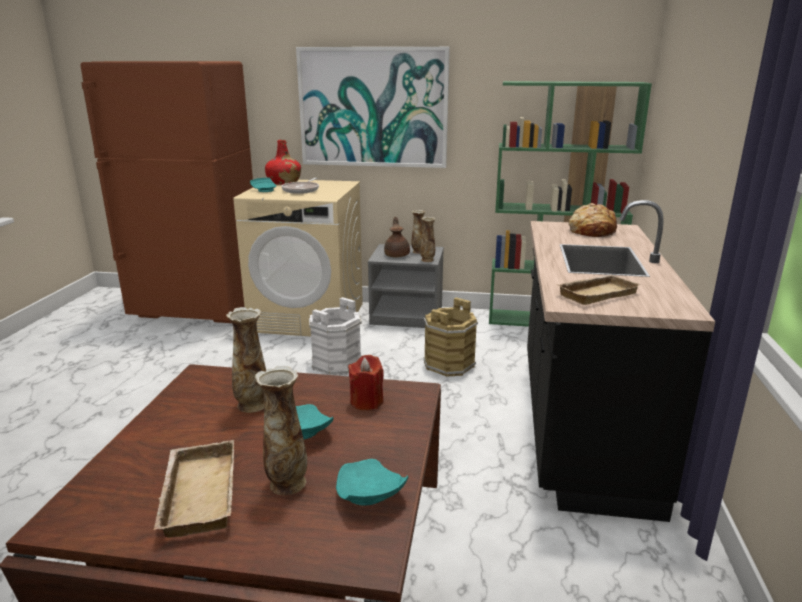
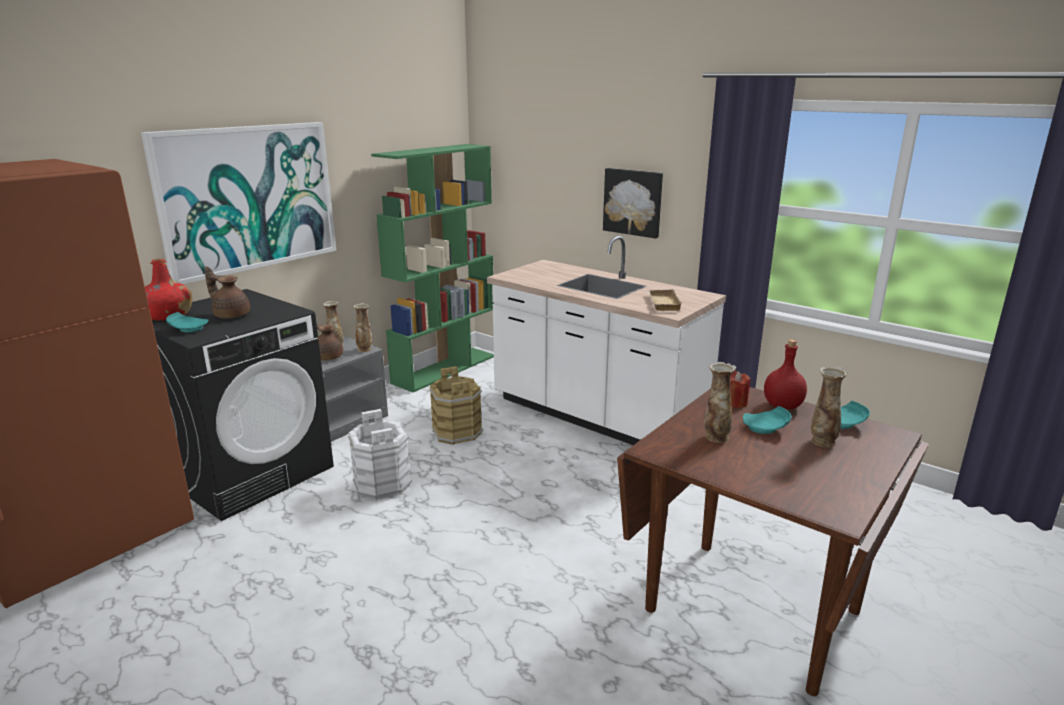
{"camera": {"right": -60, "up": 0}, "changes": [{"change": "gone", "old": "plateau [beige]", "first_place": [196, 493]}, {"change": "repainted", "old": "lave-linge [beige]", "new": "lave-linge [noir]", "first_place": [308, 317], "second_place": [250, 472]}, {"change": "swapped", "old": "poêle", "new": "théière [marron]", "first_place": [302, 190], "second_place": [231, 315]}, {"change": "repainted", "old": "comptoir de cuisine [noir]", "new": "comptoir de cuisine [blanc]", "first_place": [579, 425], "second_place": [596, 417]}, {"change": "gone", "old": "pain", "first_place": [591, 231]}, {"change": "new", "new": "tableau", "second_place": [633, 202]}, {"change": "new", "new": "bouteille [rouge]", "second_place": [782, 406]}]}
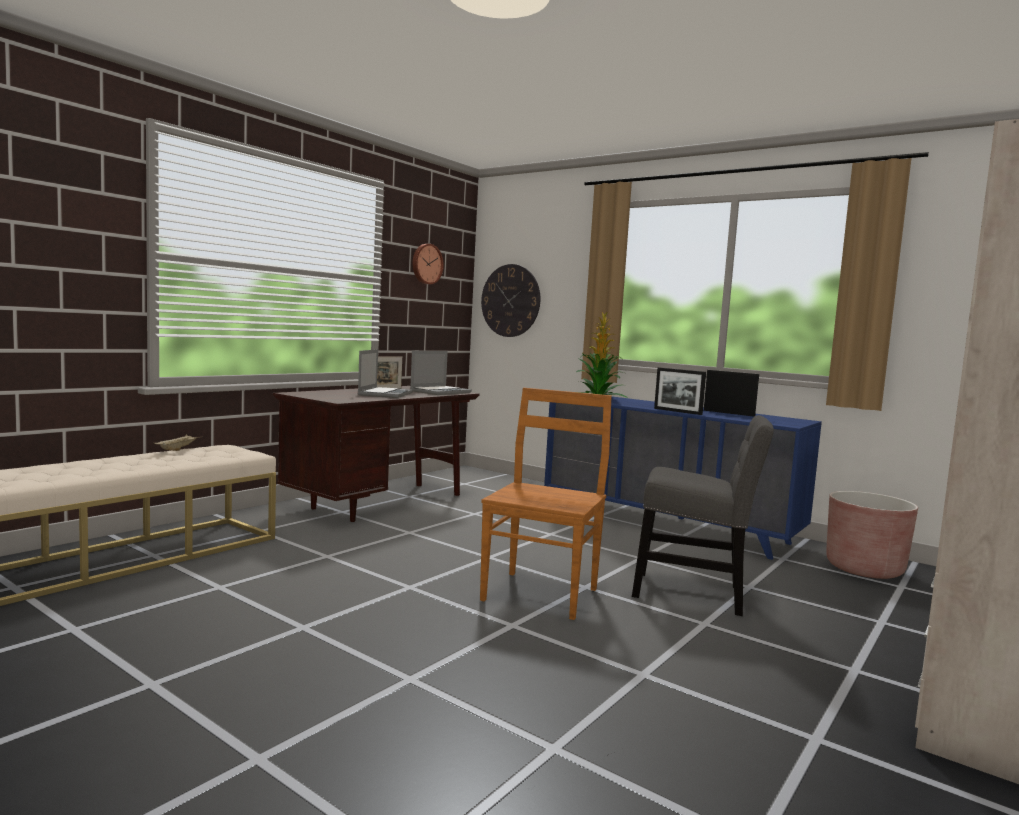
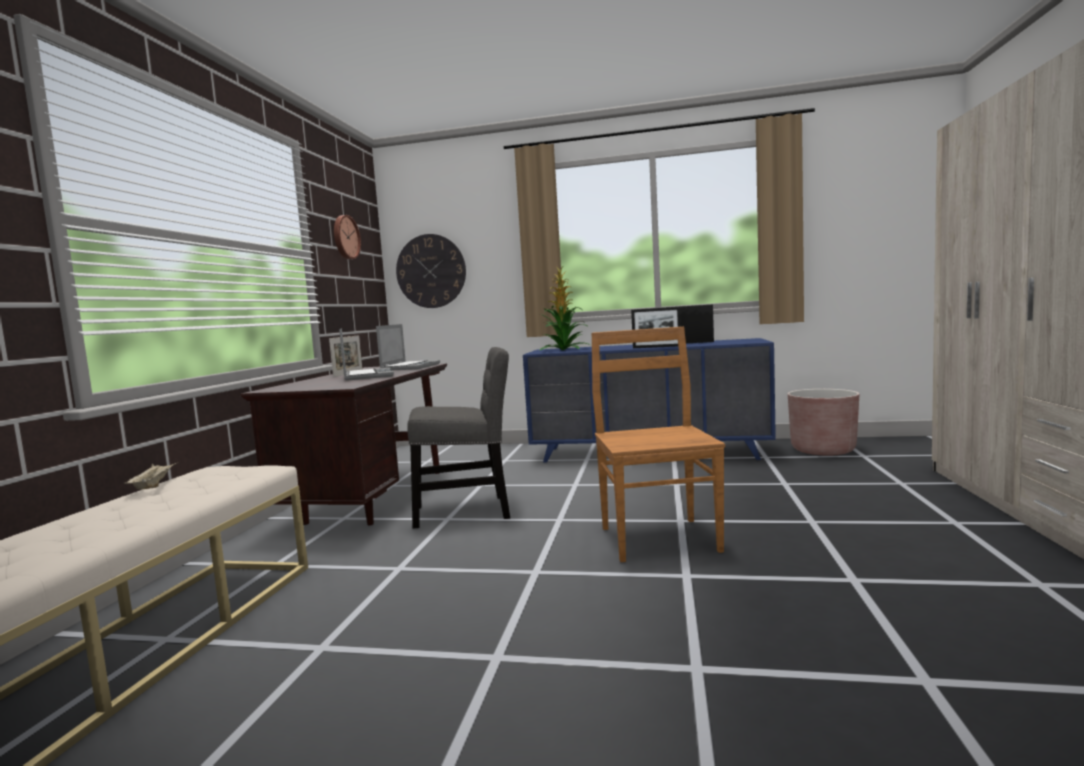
{"camera": {"right": -25, "up": 0}, "changes": [{"change": "shifted", "old": "chaise [gris]", "first_place": [695, 593], "second_place": [467, 511]}]}
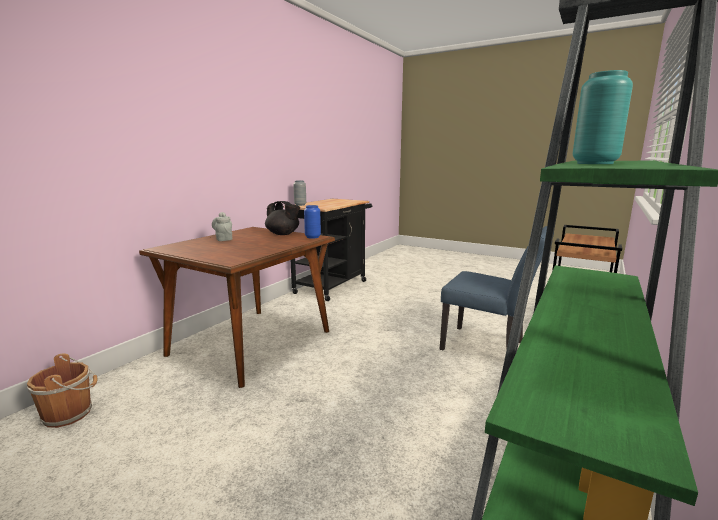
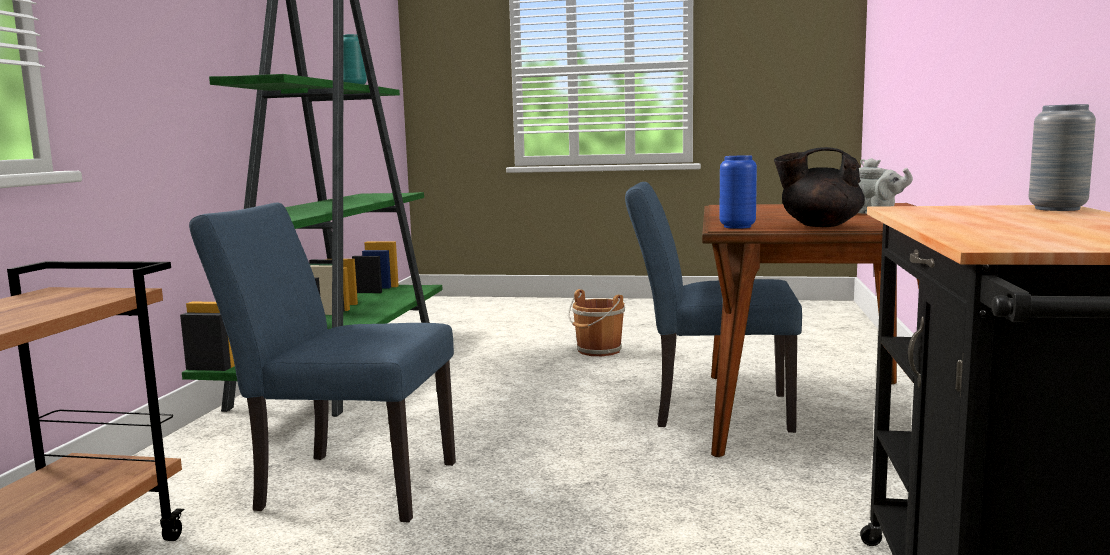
{"camera": {"right": 160, "up": -5}, "changes": [{"change": "shifted", "old": "seau [marron]", "first_place": [70, 413], "second_place": [598, 351]}, {"change": "new", "new": "chaise [bleu]", "second_place": [709, 410]}]}
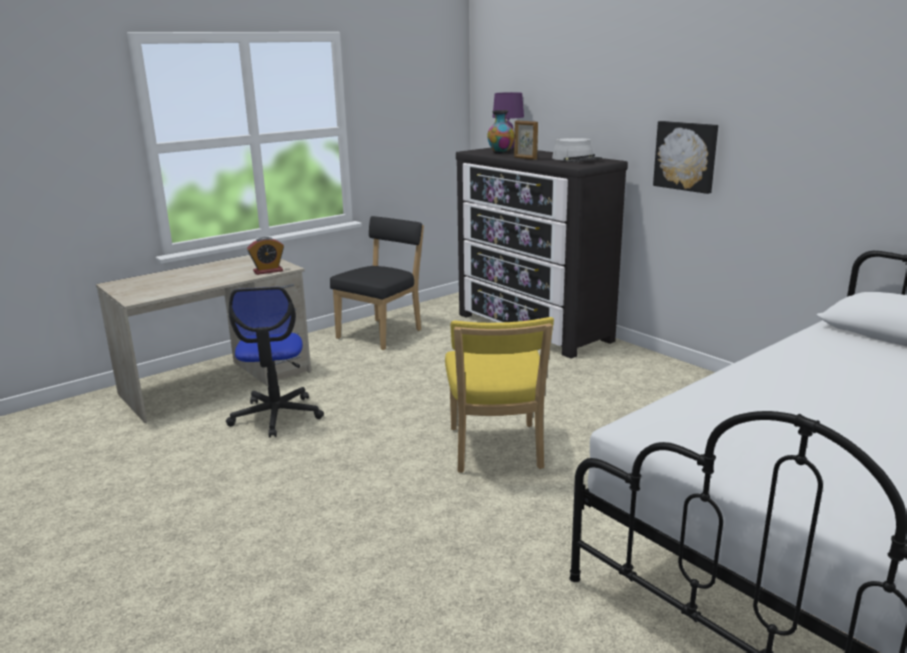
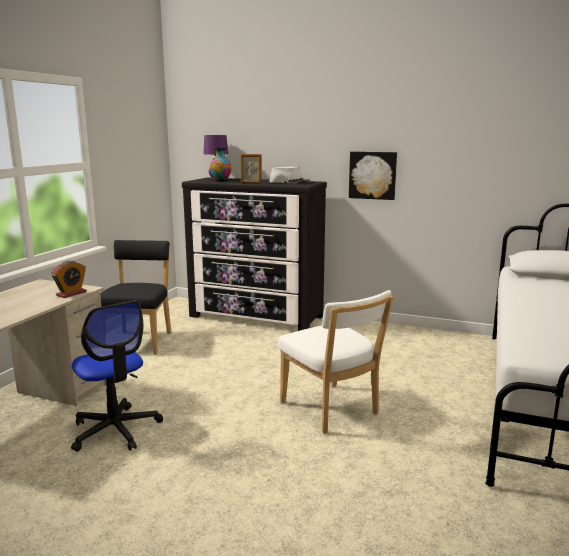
{"camera": {"right": -30, "up": -5}, "changes": [{"change": "repainted", "old": "chaise [jaune]", "new": "chaise [blanc]", "first_place": [496, 451], "second_place": [332, 410]}]}
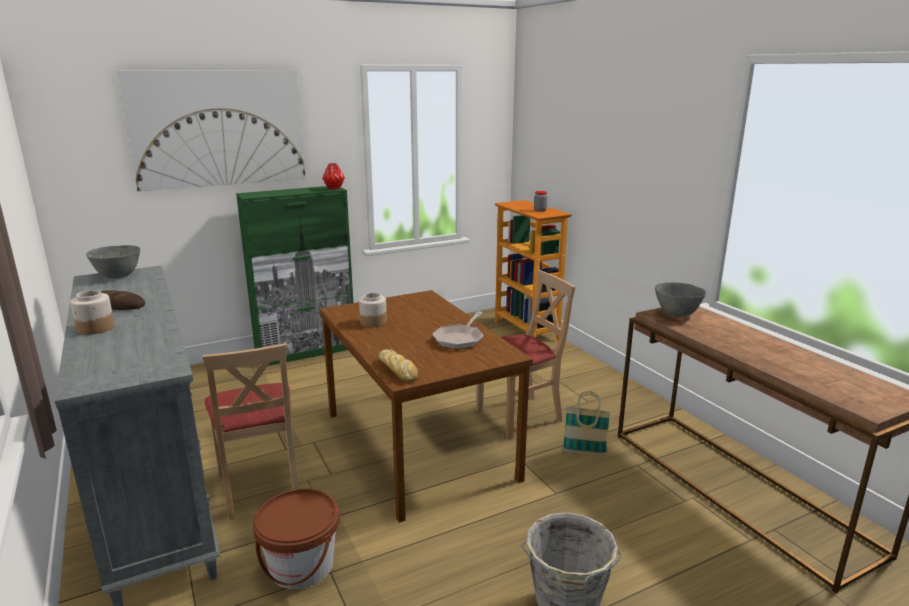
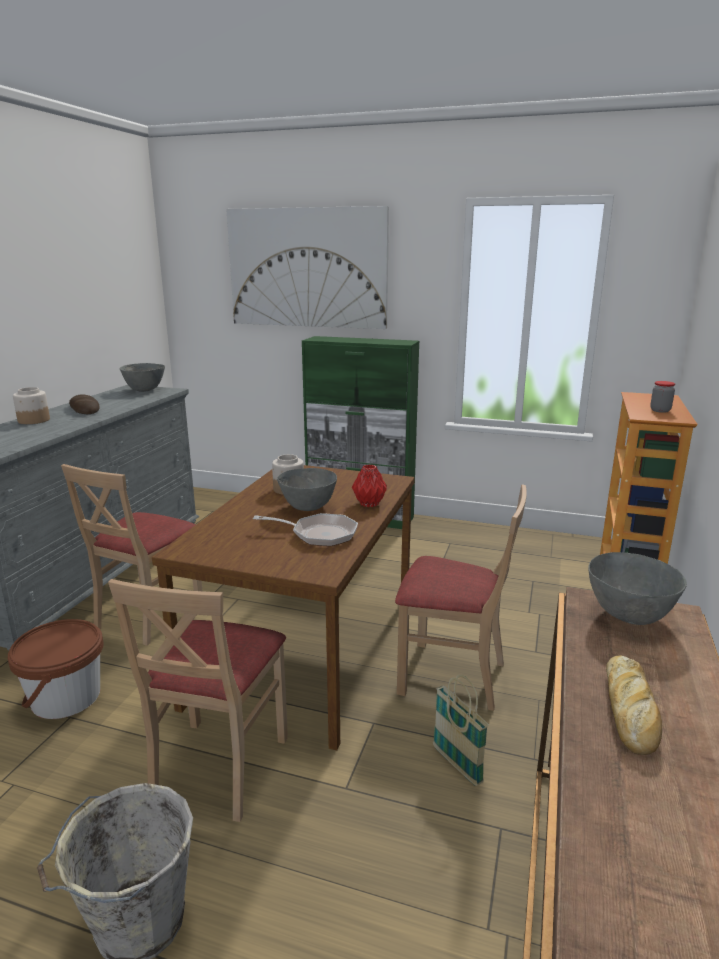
{"camera": {"right": 45, "up": 0}, "changes": [{"change": "shifted", "old": "vase [rouge]", "first_place": [334, 189], "second_place": [369, 504]}, {"change": "shifted", "old": "pain", "first_place": [398, 370], "second_place": [630, 711]}, {"change": "rotated", "old": "poêle", "first_place": [460, 339], "second_place": [319, 534], "degrees": -150}, {"change": "new", "new": "chaise [beige]", "second_place": [218, 766]}, {"change": "new", "new": "bol [gris]", "second_place": [308, 507]}]}
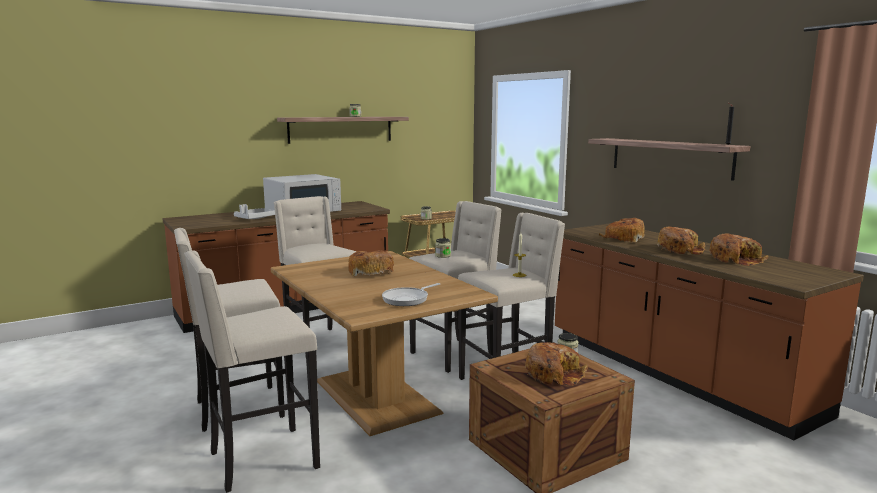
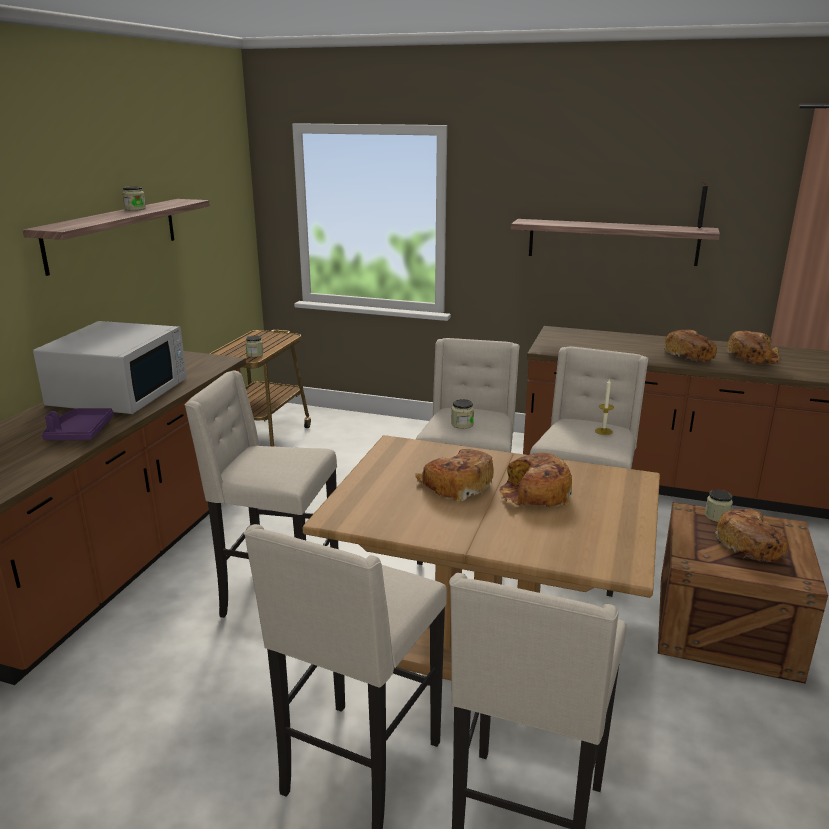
{"camera": {"right": -40, "up": 10}, "changes": [{"change": "repainted", "old": "plateau [gris]", "new": "plateau [violet]", "first_place": [255, 218], "second_place": [80, 433]}, {"change": "gone", "old": "poêle", "first_place": [407, 299]}, {"change": "shifted", "old": "pain", "first_place": [622, 238], "second_place": [534, 494]}]}
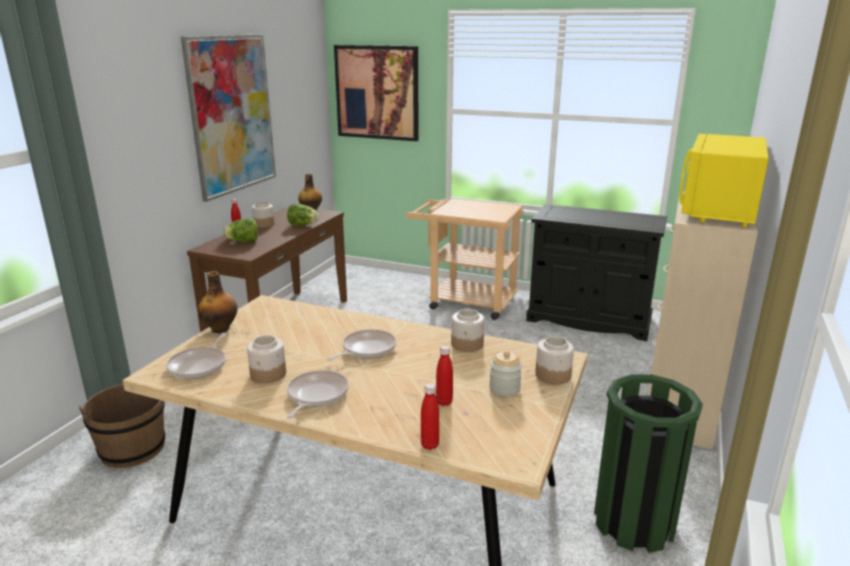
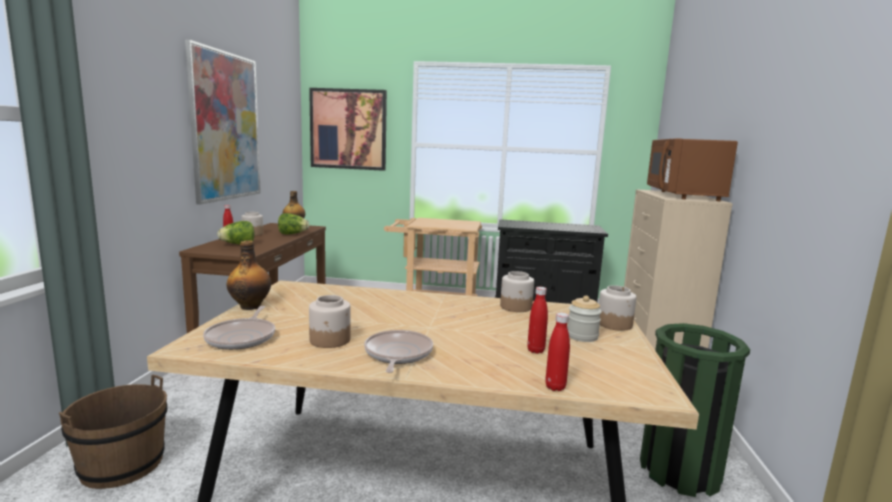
{"camera": {"right": -15, "up": -10}, "changes": [{"change": "gone", "old": "poêle", "first_place": [366, 349]}, {"change": "repainted", "old": "micro-ondes [jaune]", "new": "micro-ondes [marron]", "first_place": [718, 210], "second_place": [683, 195]}]}
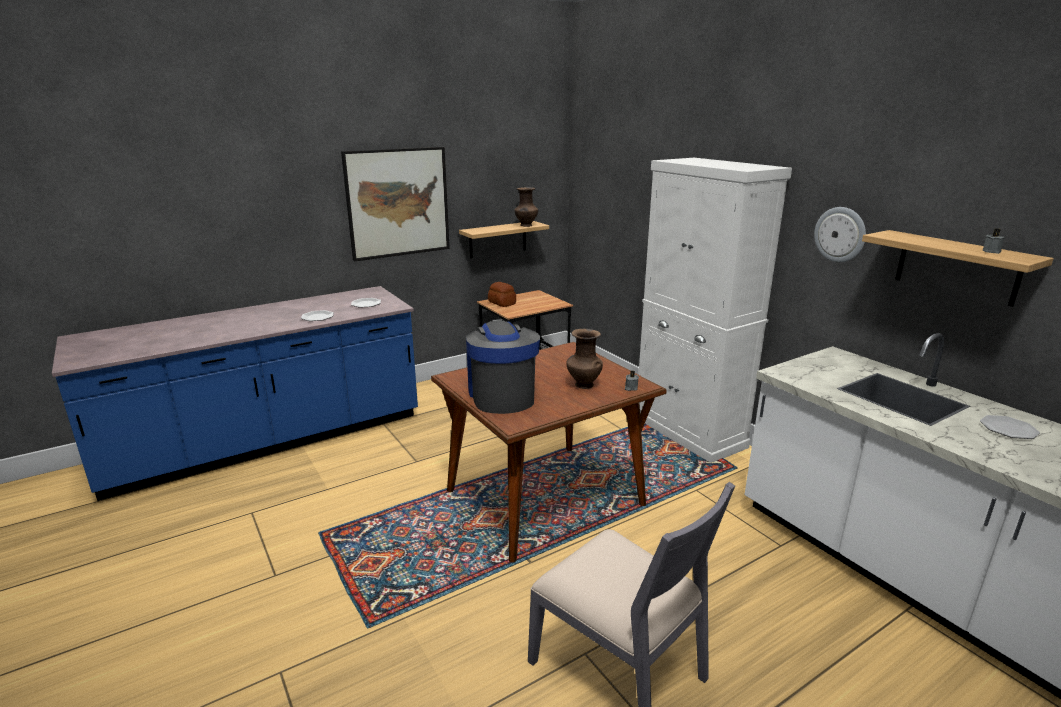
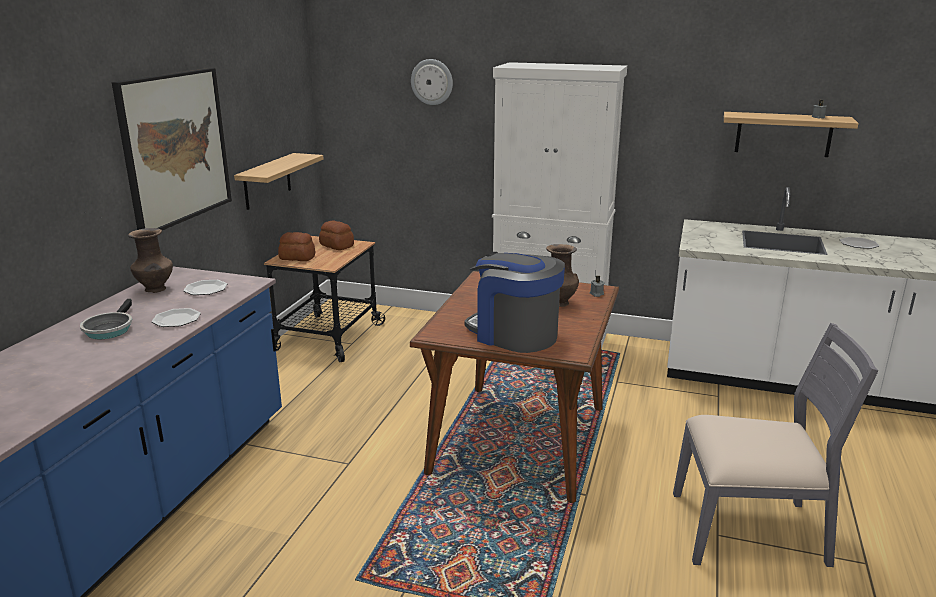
{"camera": {"right": -40, "up": 0}, "changes": [{"change": "shifted", "old": "vase [marron]", "first_place": [526, 225], "second_place": [156, 290]}, {"change": "shifted", "old": "horloge murale", "first_place": [840, 234], "second_place": [432, 82]}, {"change": "new", "new": "poêle", "second_place": [109, 329]}, {"change": "new", "new": "pain", "second_place": [337, 245]}]}
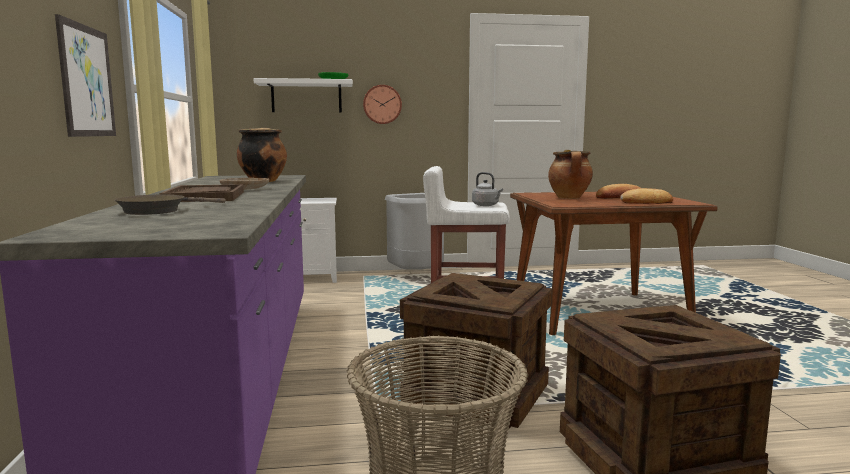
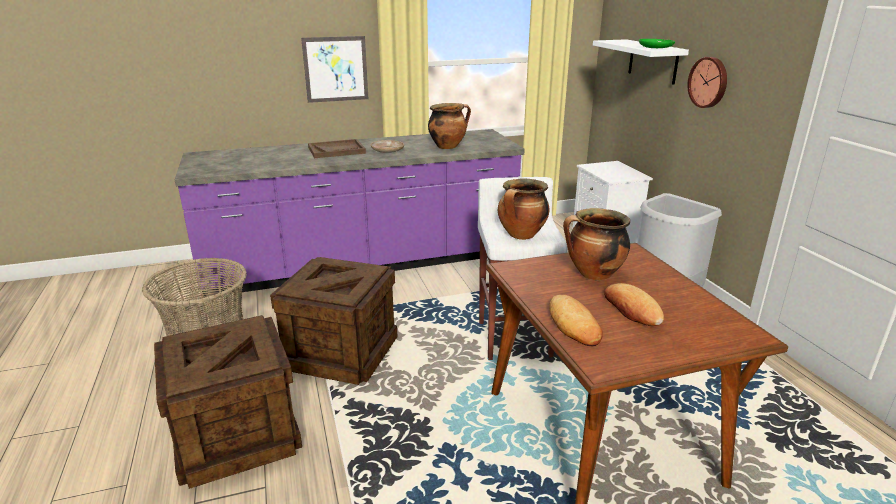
{"camera": {"right": 80, "up": 15}, "changes": [{"change": "gone", "old": "poêle [marron]", "first_place": [157, 211]}, {"change": "swapped", "old": "bouilloire [gris]", "new": "marmite", "first_place": [486, 205], "second_place": [521, 236]}]}
